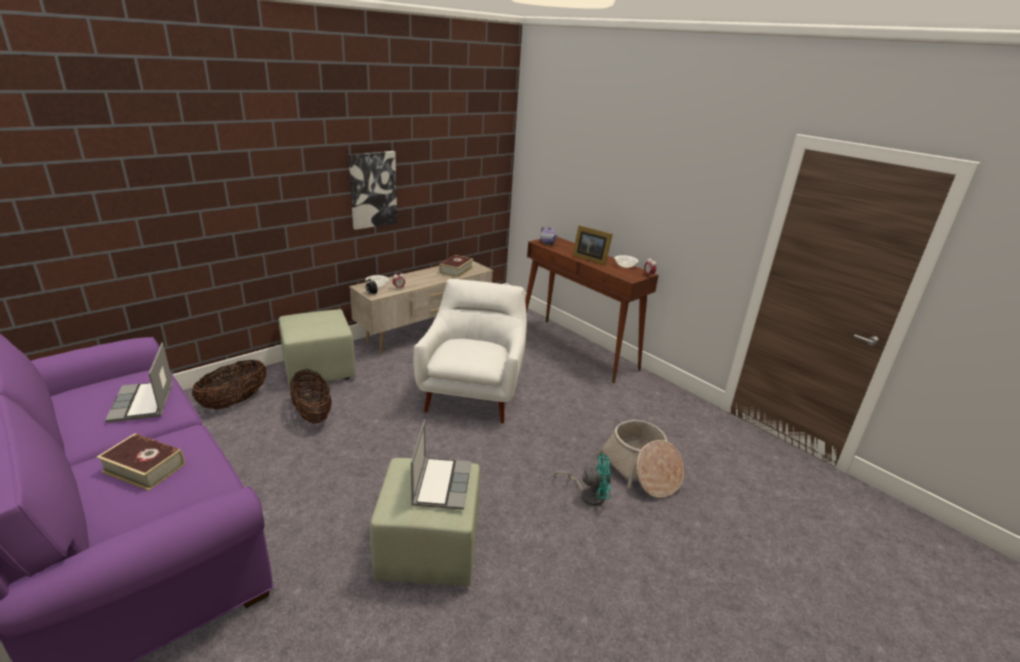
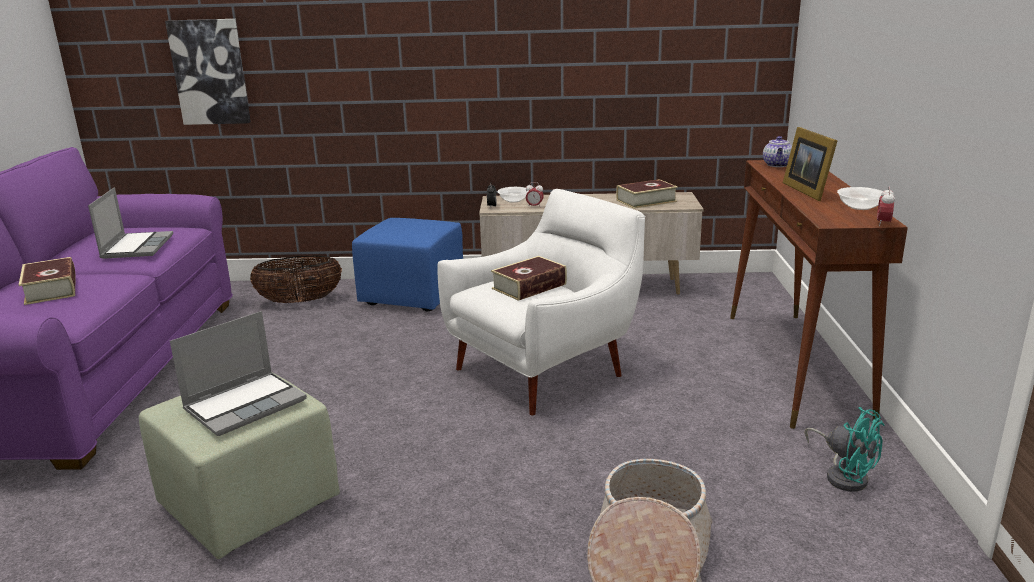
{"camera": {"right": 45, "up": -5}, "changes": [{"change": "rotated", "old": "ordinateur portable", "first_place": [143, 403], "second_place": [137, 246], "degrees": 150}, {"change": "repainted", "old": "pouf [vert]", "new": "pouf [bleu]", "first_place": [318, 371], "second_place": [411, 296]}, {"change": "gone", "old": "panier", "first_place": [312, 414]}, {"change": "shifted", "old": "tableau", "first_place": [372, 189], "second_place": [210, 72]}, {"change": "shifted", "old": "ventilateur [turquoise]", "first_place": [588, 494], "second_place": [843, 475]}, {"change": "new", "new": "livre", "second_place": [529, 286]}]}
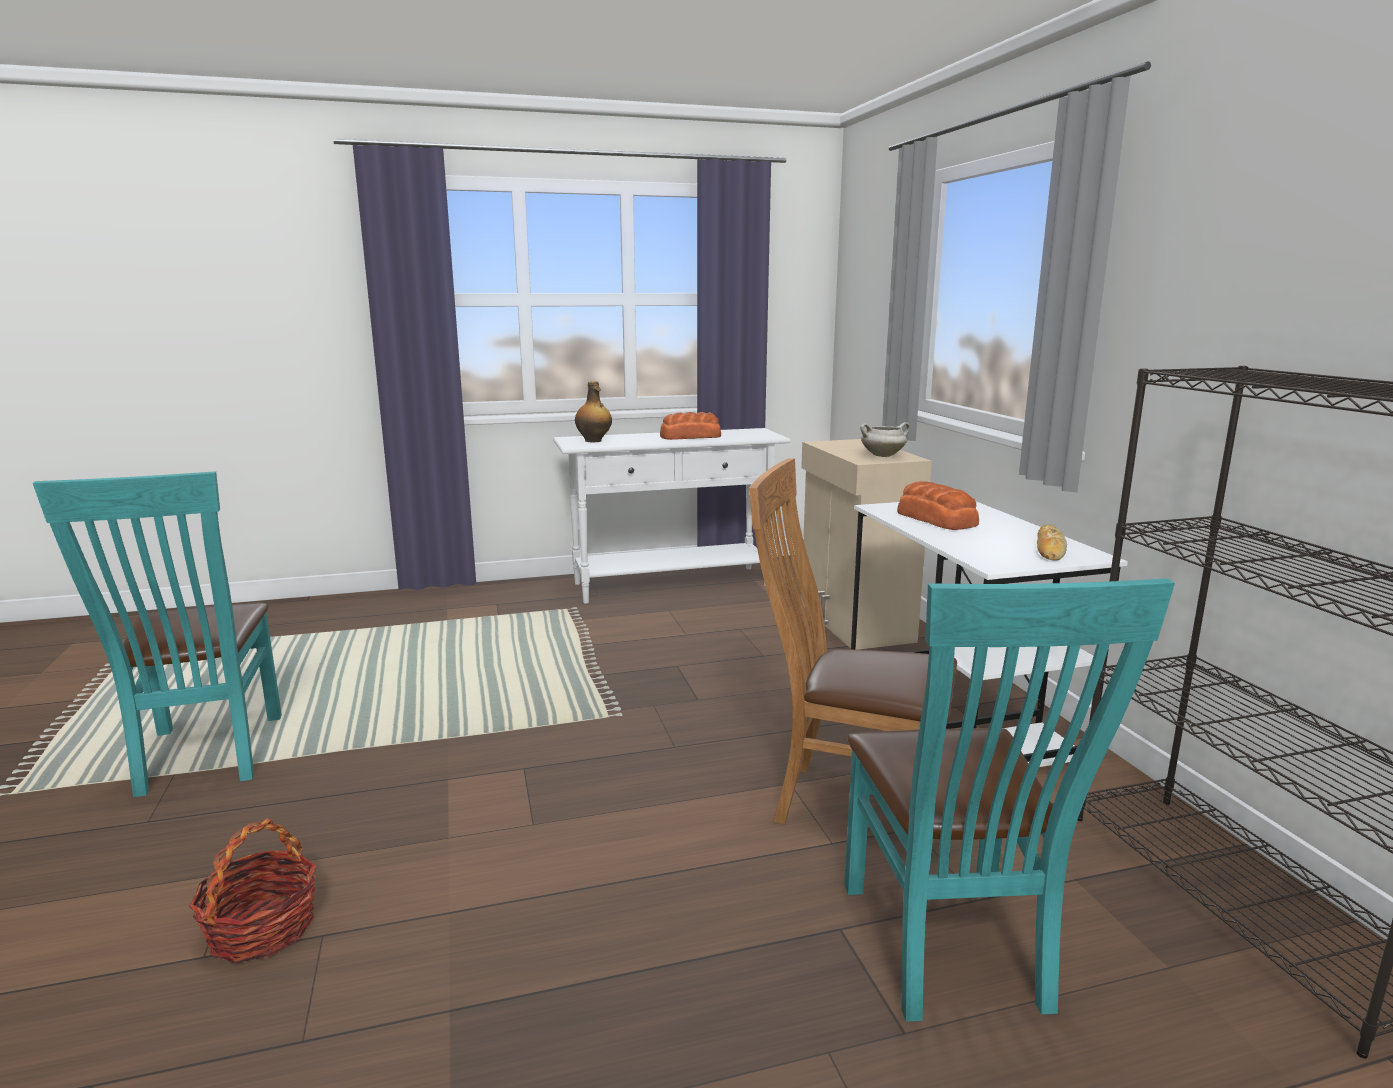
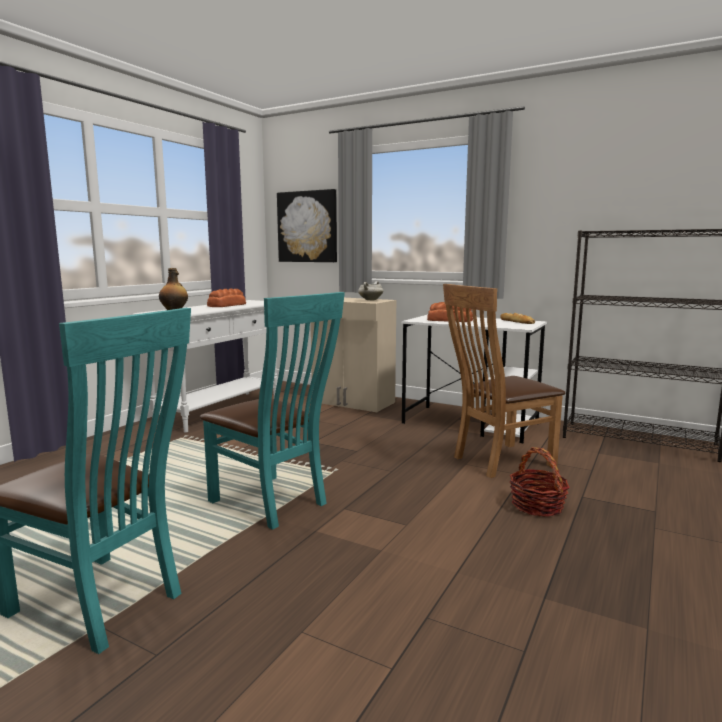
{"camera": {"right": -45, "up": -5}, "changes": [{"change": "shifted", "old": "panier", "first_place": [262, 929], "second_place": [537, 506]}, {"change": "shifted", "old": "chaise [turquoise]", "first_place": [950, 953], "second_place": [273, 503]}, {"change": "new", "new": "tableau", "second_place": [307, 227]}]}
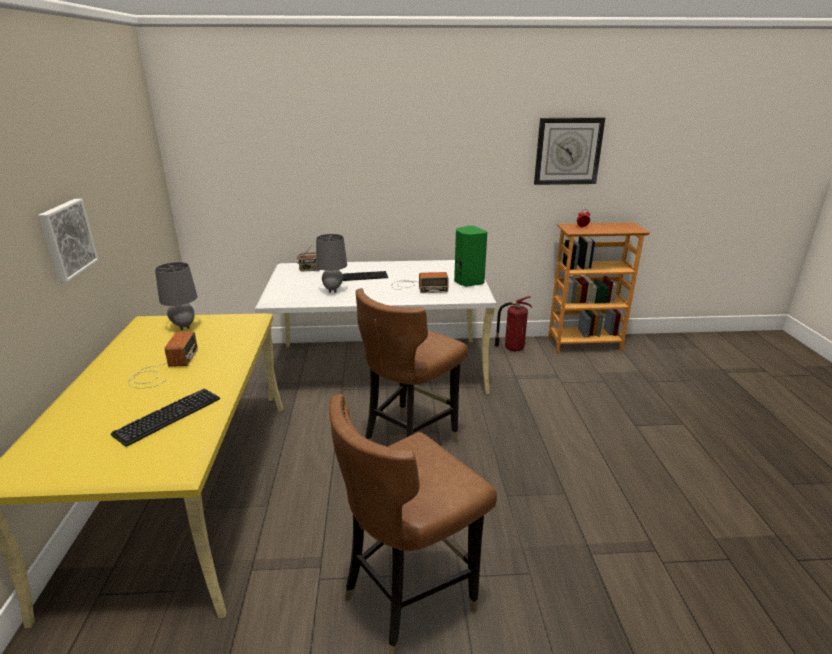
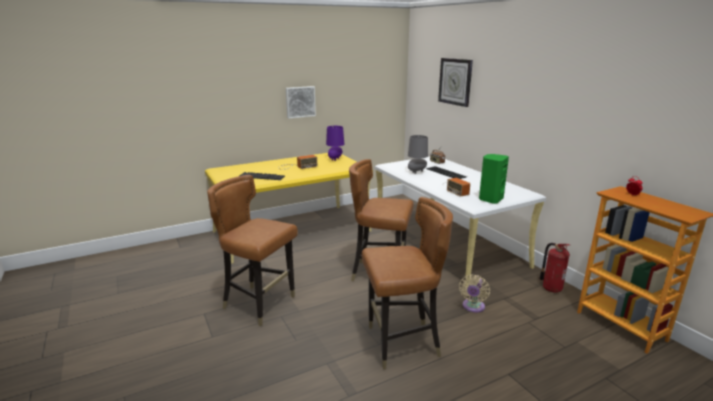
{"camera": {"right": 65, "up": -5}, "changes": [{"change": "repainted", "old": "lampe de table [gris]", "new": "lampe de table [violet]", "first_place": [184, 327], "second_place": [335, 159]}, {"change": "shifted", "old": "horloge murale", "first_place": [568, 151], "second_place": [455, 81]}, {"change": "new", "new": "chaise [marron]", "second_place": [402, 344]}, {"change": "new", "new": "ventilateur [beige]", "second_place": [473, 307]}]}
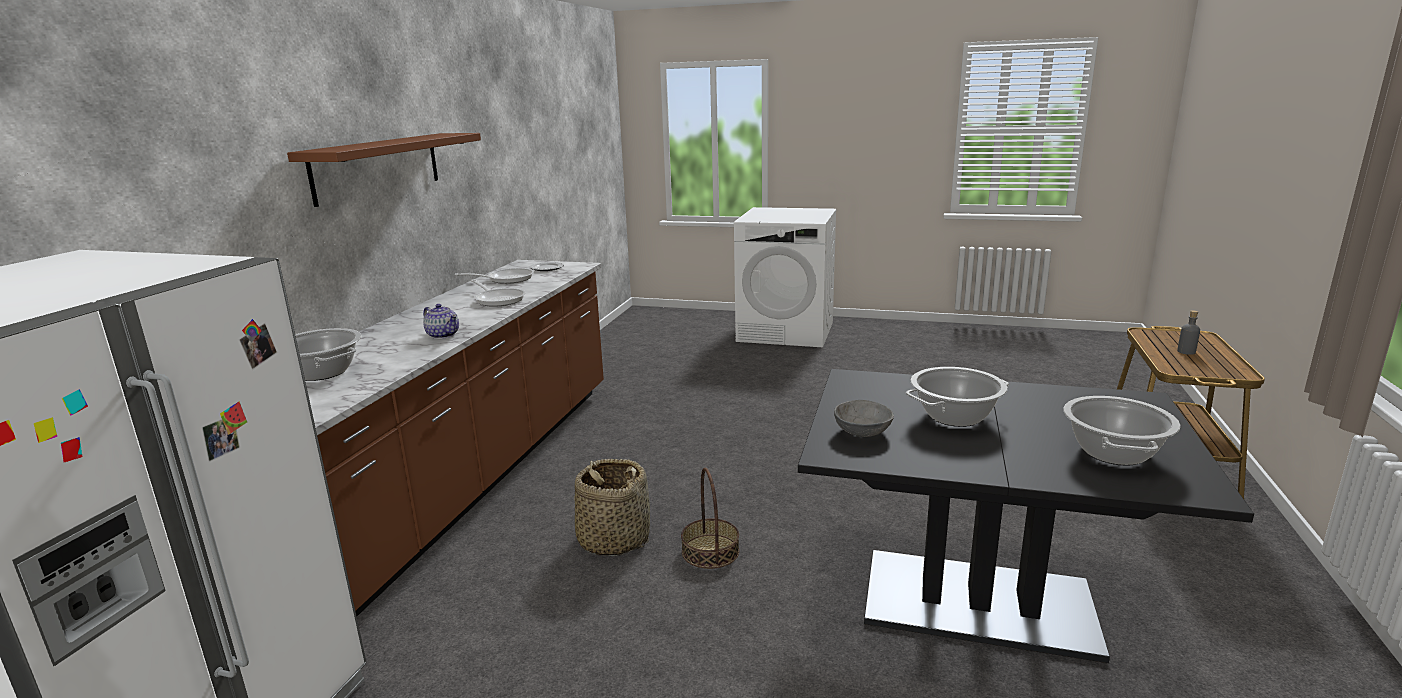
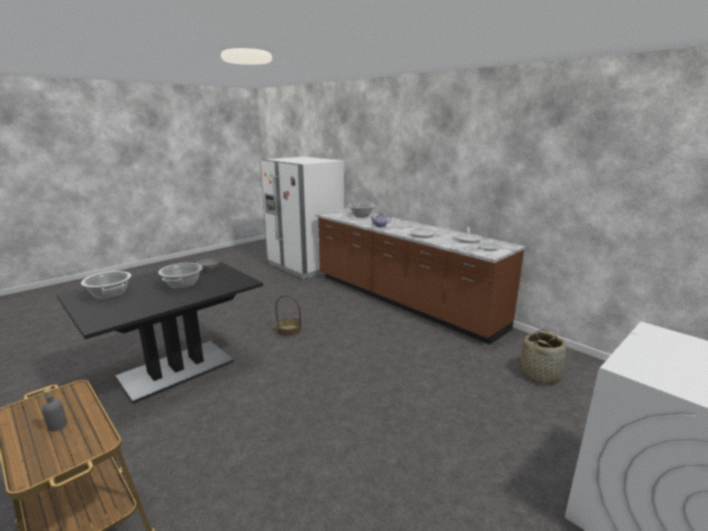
{"camera": {"right": 120, "up": 0}, "changes": [{"change": "gone", "old": "étagère [marron]", "first_place": [378, 167]}, {"change": "shifted", "old": "panier", "first_place": [613, 539], "second_place": [540, 375]}]}
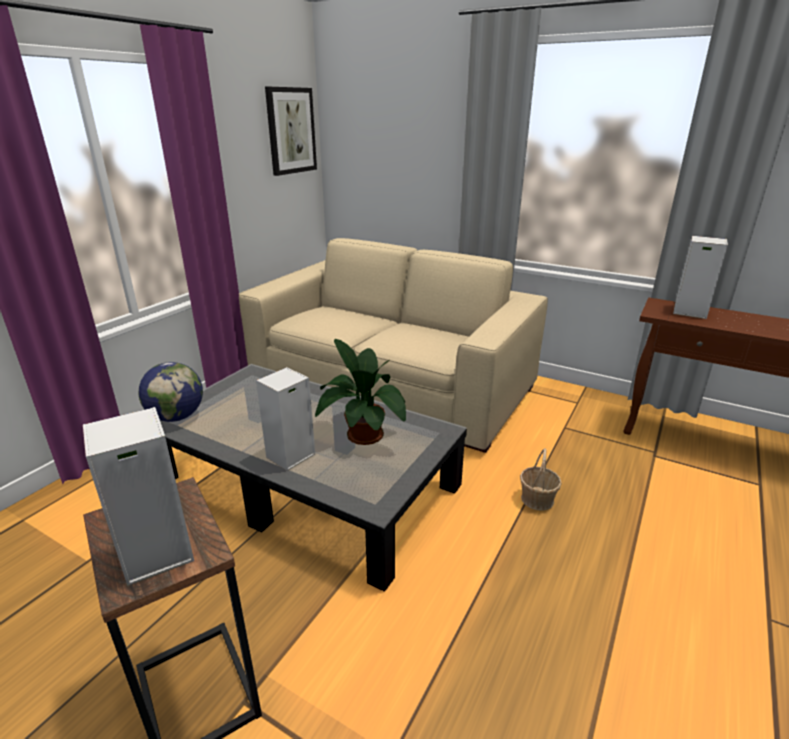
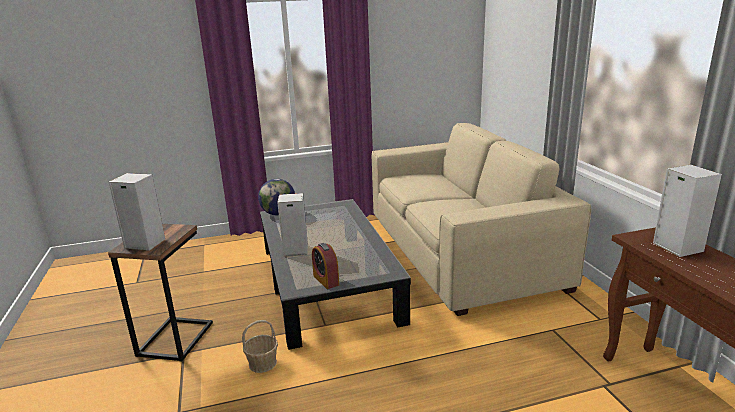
{"camera": {"right": 45, "up": -5}, "changes": [{"change": "gone", "old": "tableau", "first_place": [291, 131]}, {"change": "gone", "old": "plante en pot", "first_place": [362, 433]}, {"change": "shifted", "old": "panier", "first_place": [537, 499], "second_place": [263, 363]}, {"change": "new", "new": "réveil", "second_place": [326, 280]}]}
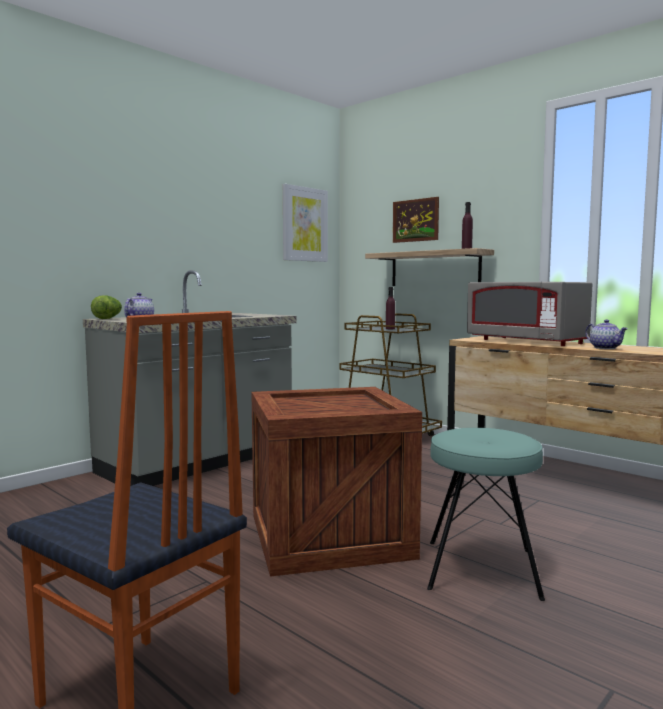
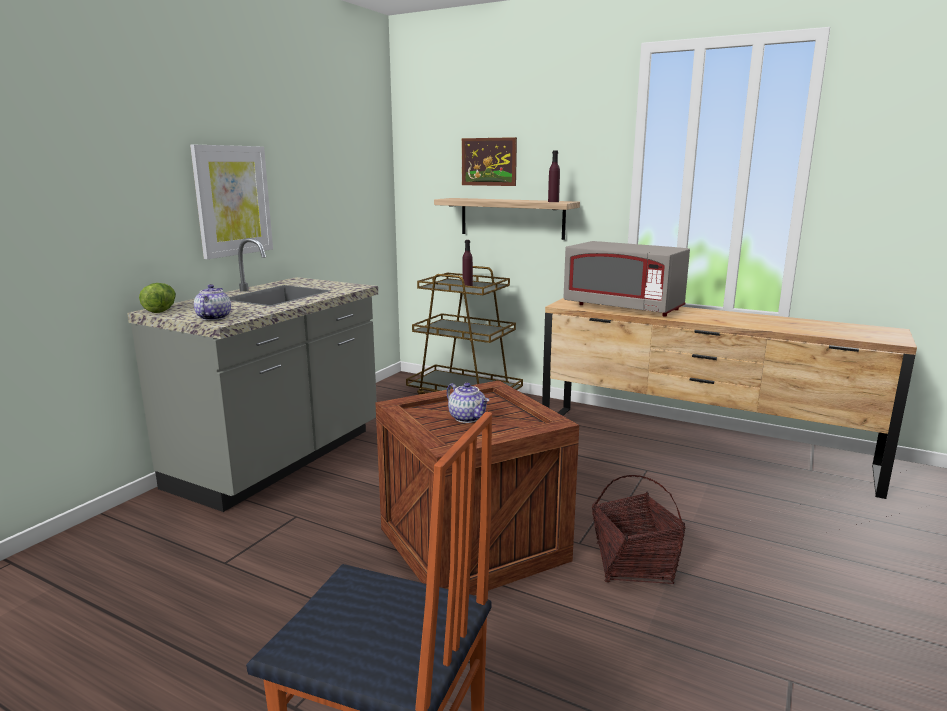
{"camera": {"right": -15, "up": 10}, "changes": [{"change": "shifted", "old": "tableau", "first_place": [304, 224], "second_place": [233, 201]}, {"change": "swapped", "old": "tabouret [turquoise]", "new": "panier", "first_place": [482, 569], "second_place": [633, 564]}, {"change": "shifted", "old": "théière", "first_place": [605, 348], "second_place": [468, 418]}]}
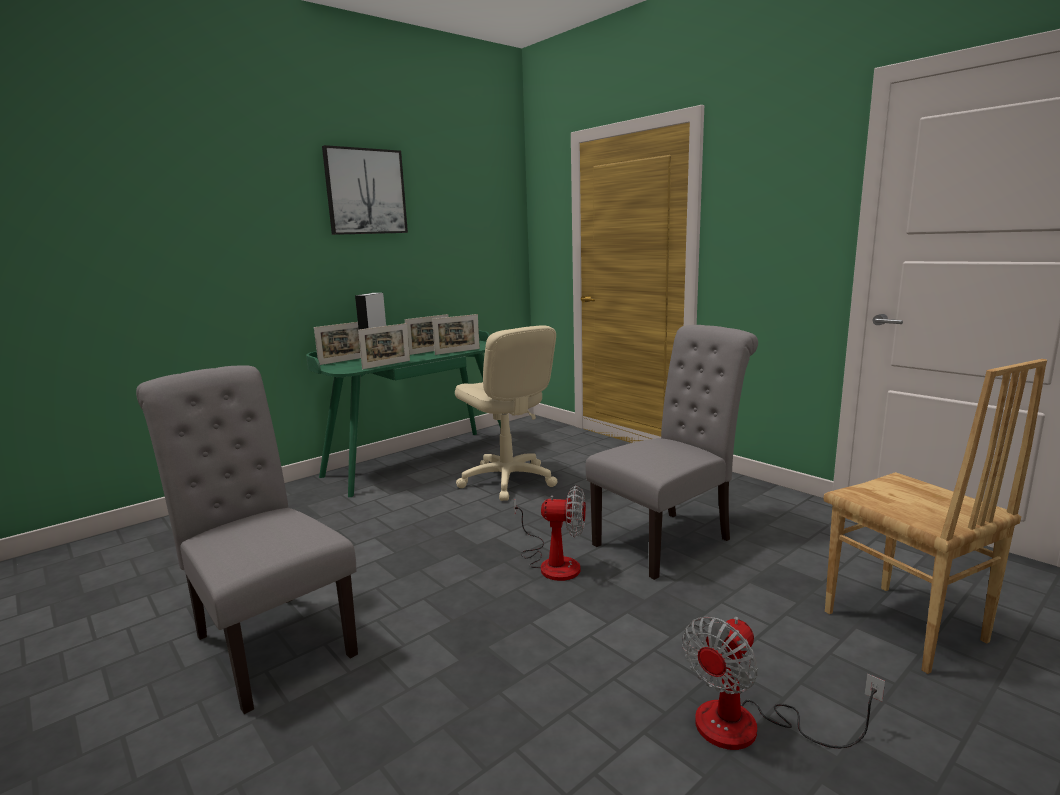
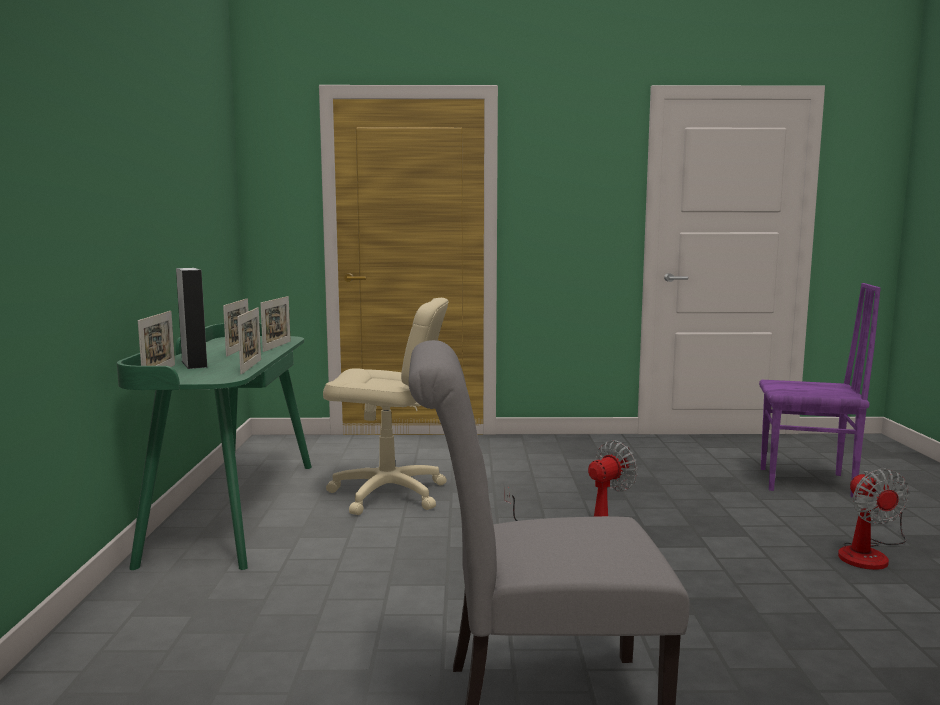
{"camera": {"right": -50, "up": -5}, "changes": [{"change": "gone", "old": "tableau", "first_place": [365, 192]}, {"change": "gone", "old": "chaise [gris]", "first_place": [669, 540]}, {"change": "repainted", "old": "chaise [marron]", "new": "chaise [violet]", "first_place": [903, 627], "second_place": [807, 483]}]}
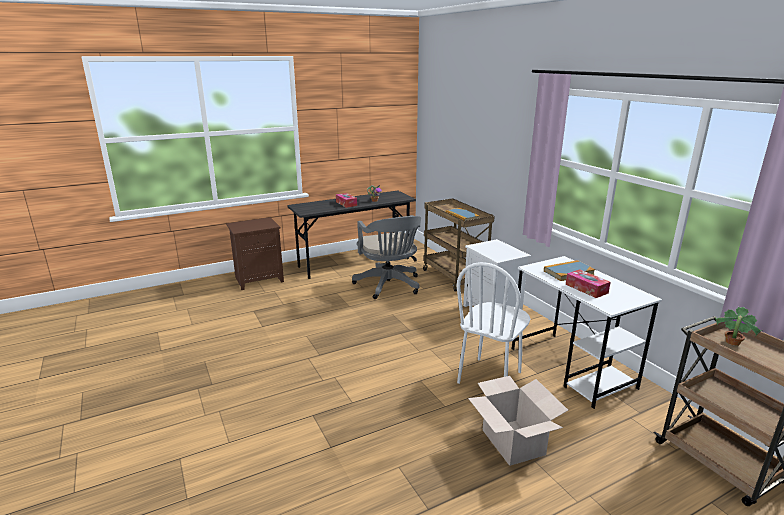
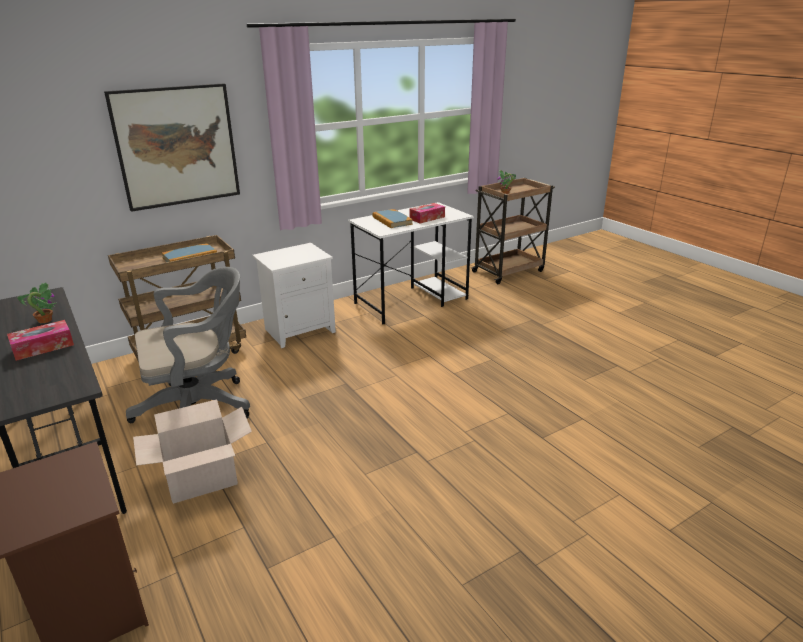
{"camera": {"right": -95, "up": 5}, "changes": [{"change": "gone", "old": "chaise [blanc]", "first_place": [490, 377]}, {"change": "shifted", "old": "carton", "first_place": [513, 442], "second_place": [202, 478]}, {"change": "new", "new": "tableau", "second_place": [177, 146]}]}
